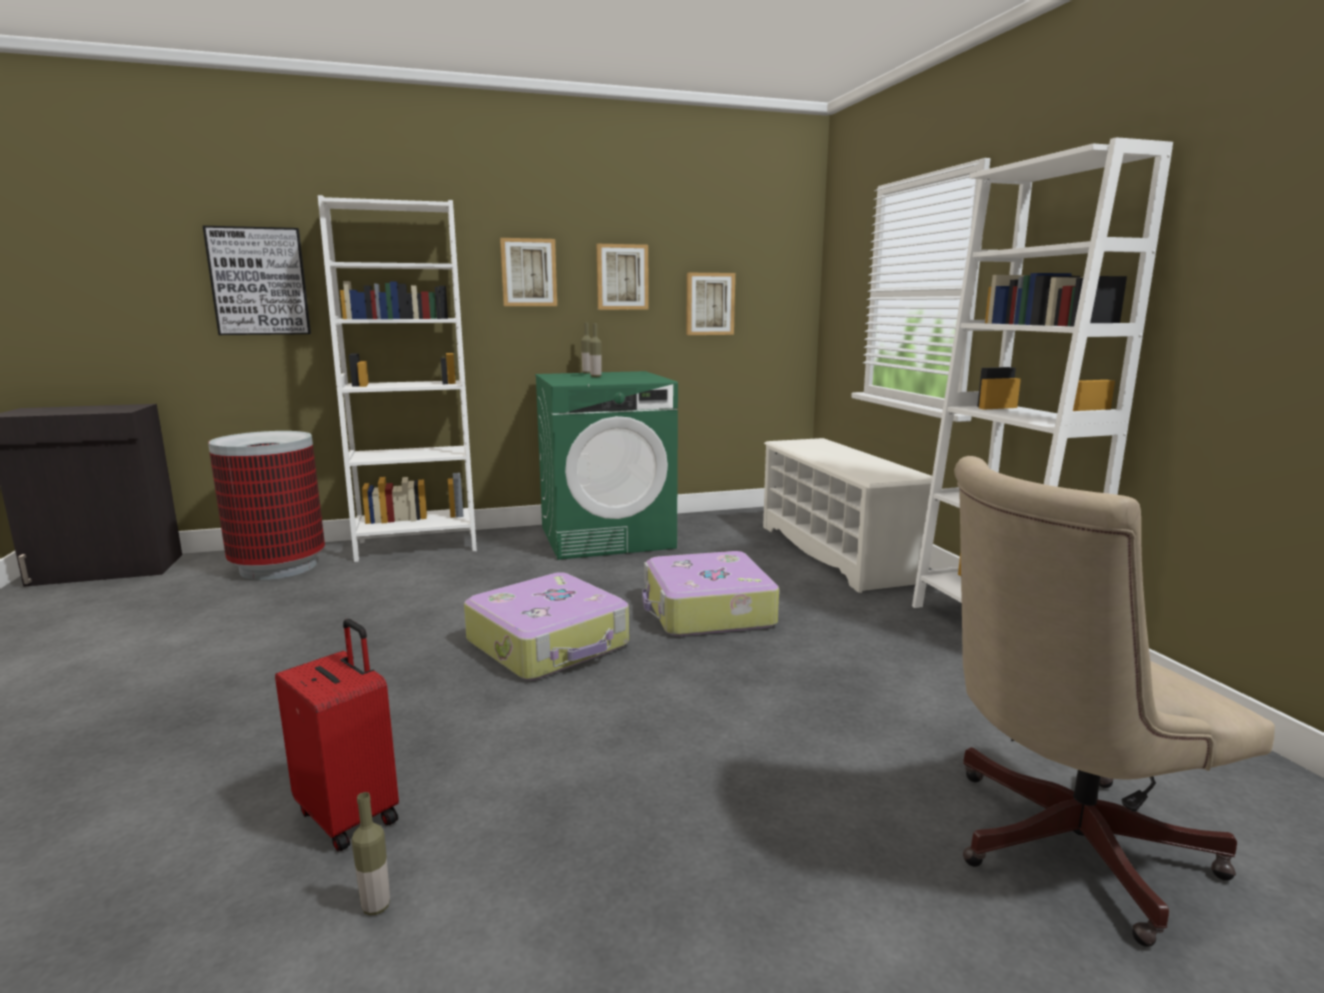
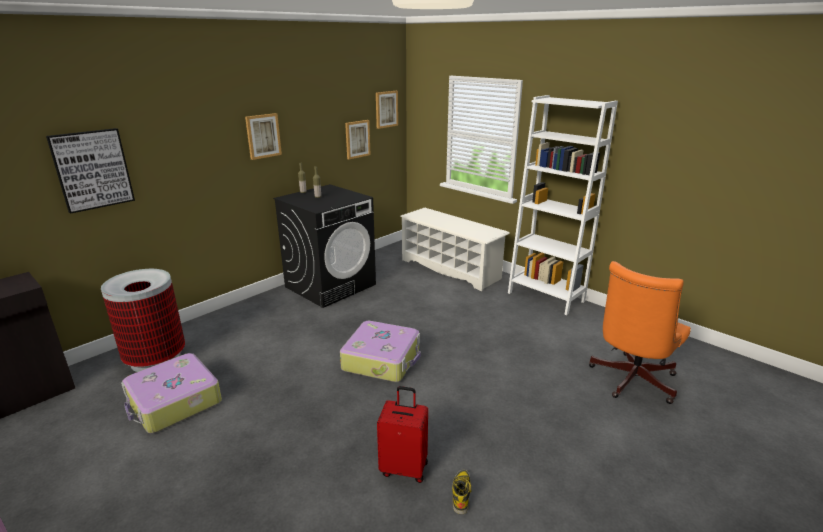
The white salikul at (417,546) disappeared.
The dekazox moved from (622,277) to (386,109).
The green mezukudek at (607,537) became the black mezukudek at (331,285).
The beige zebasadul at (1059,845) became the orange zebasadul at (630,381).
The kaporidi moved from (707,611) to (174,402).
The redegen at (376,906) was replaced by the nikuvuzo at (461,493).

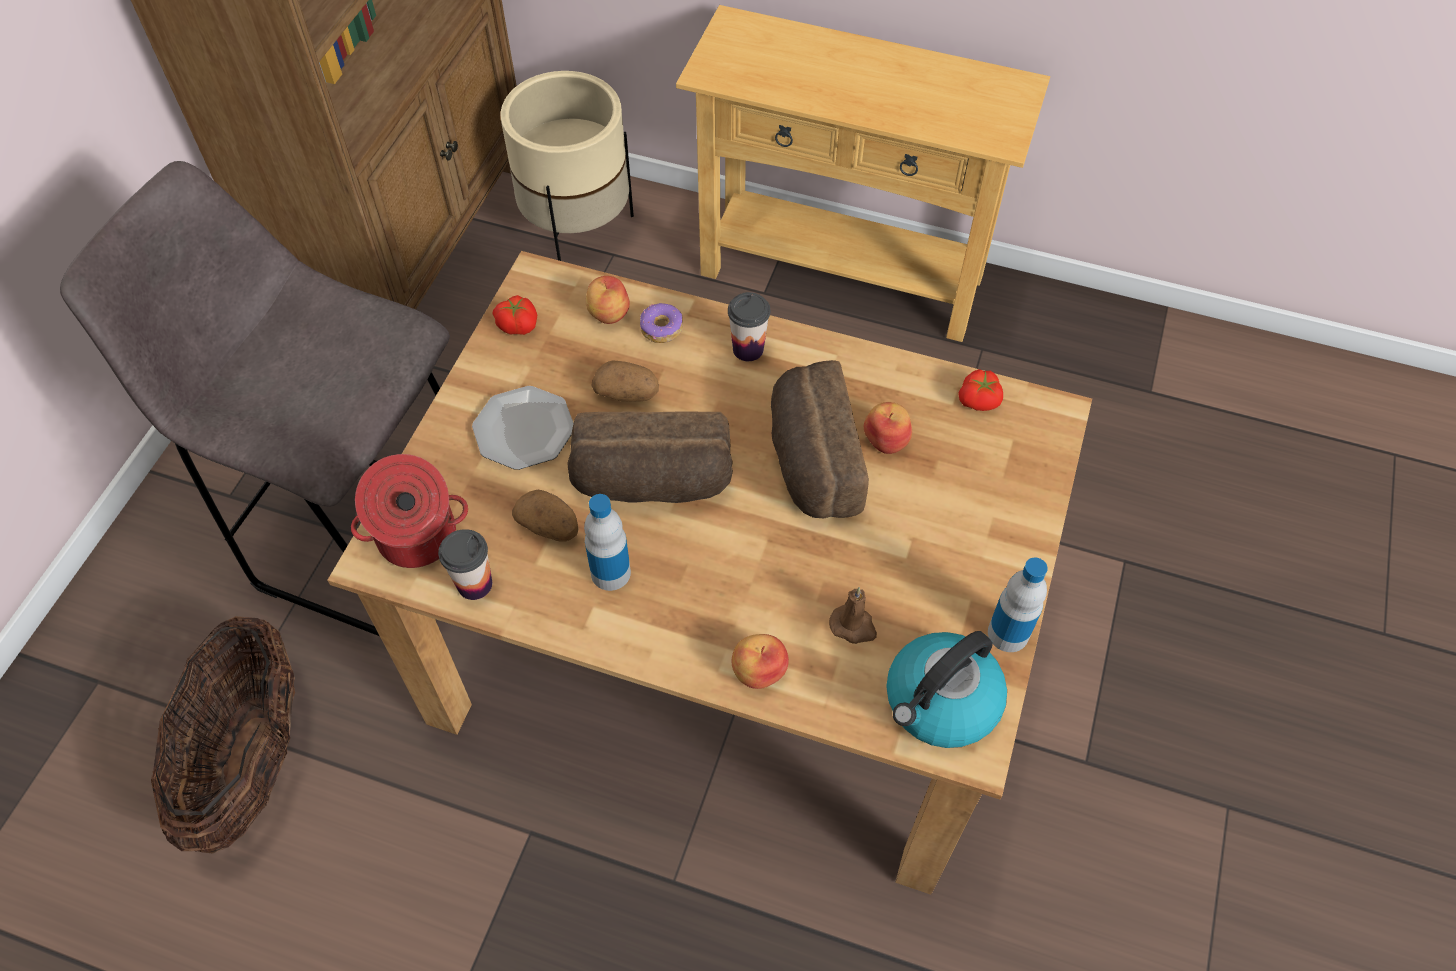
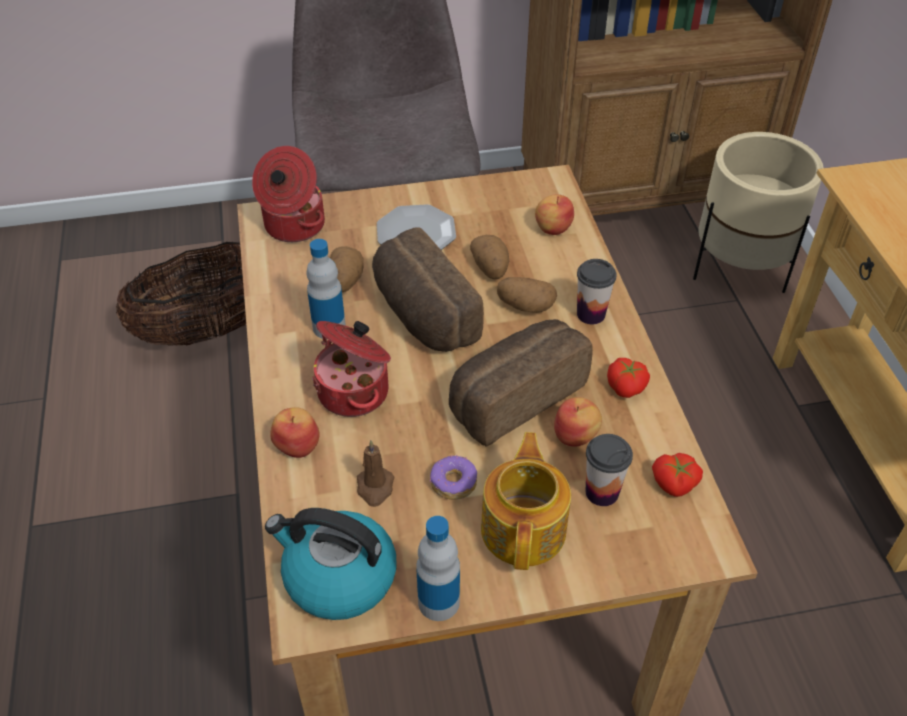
The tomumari moved from (518,324) to (627,386).
The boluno moved from (661,329) to (453,483).
The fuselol moved from (474,584) to (602,492).
The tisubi at (525,306) appeared.
The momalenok at (355,391) appeared.
The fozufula at (524,528) appeared.

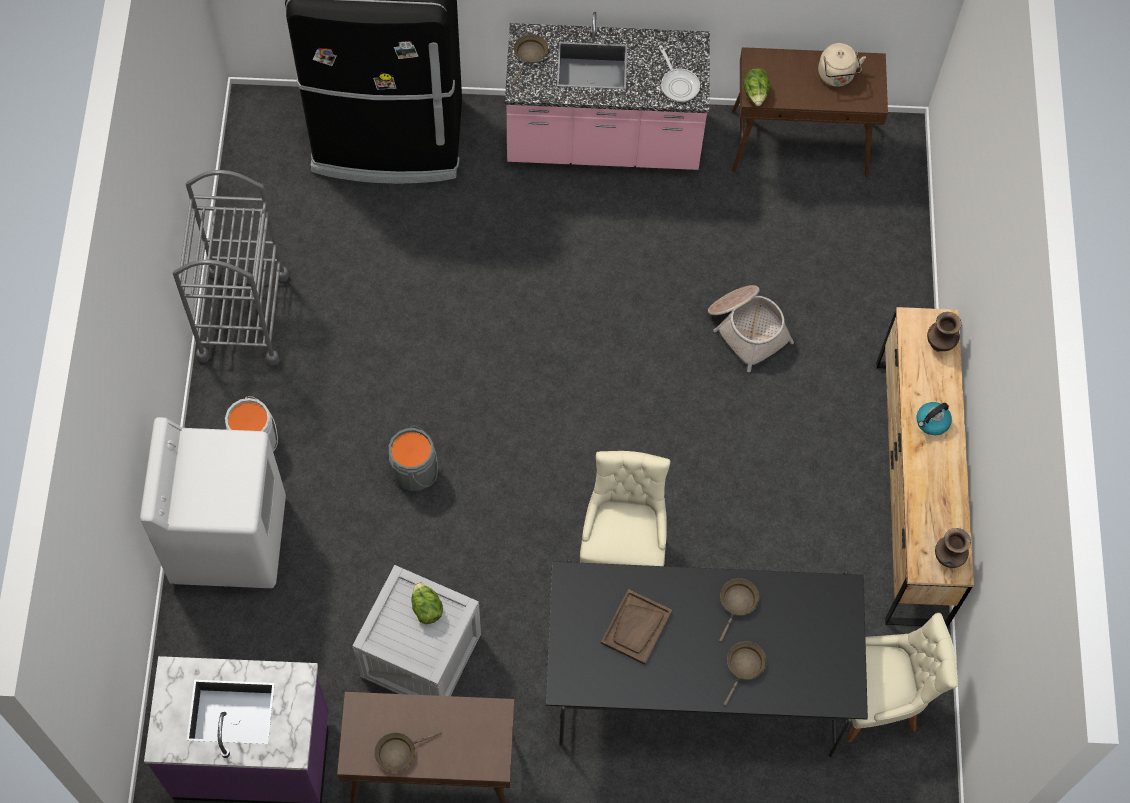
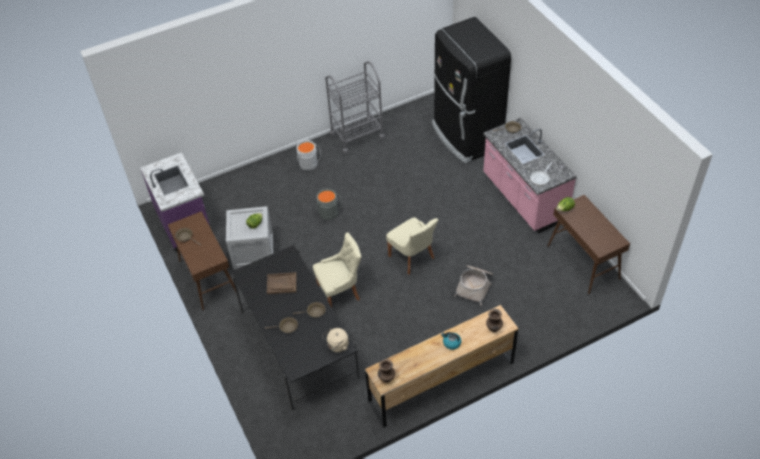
The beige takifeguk moved from (837,76) to (337,346).
The white mezukudek at (229,538) disappeared.
The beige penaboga moved from (878,699) to (412,258).

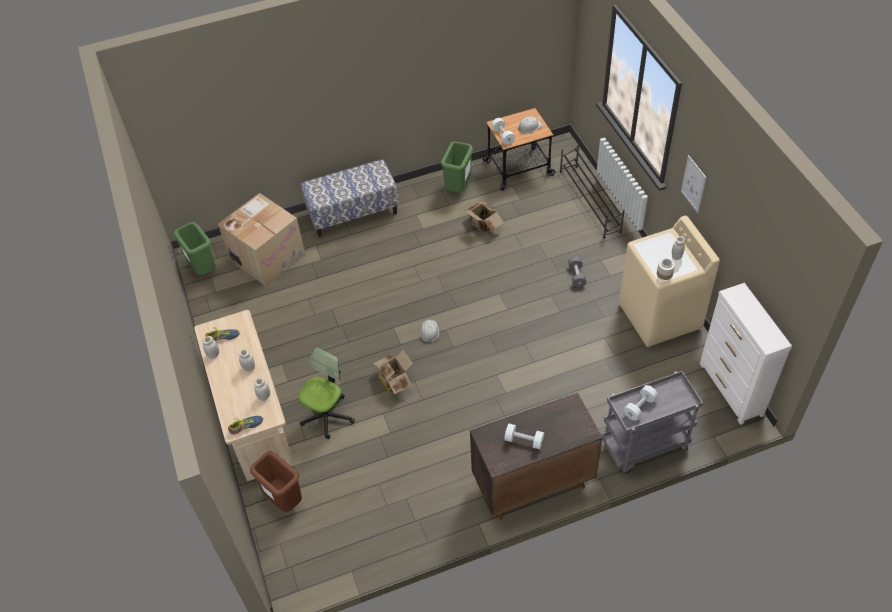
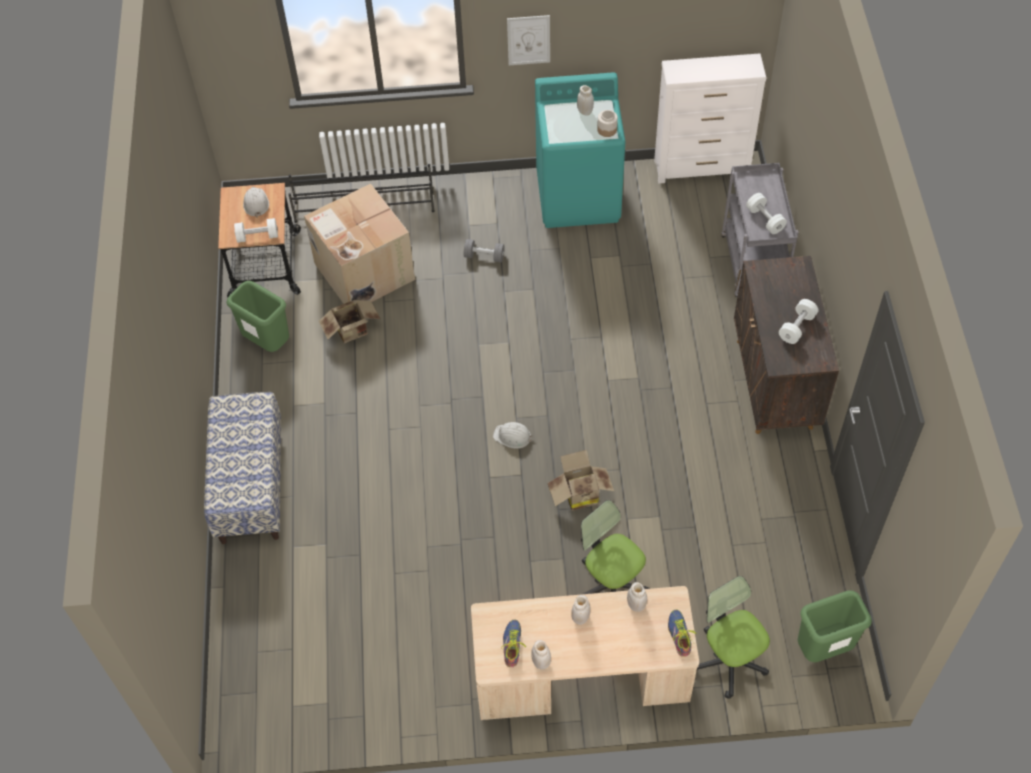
The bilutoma moved from (267,256) to (362,271).
The beige mezukudek at (660,316) became the turquoise mezukudek at (578,196).
The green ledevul moved from (203,269) to (823,648).
The brown ledevul at (285,500) was replaced by the zebasadul at (729,660).

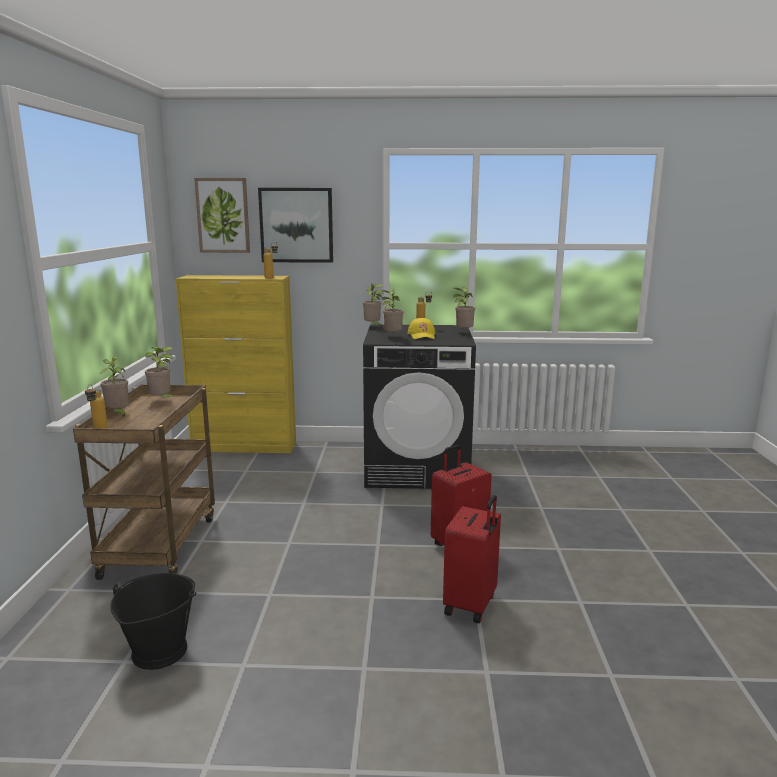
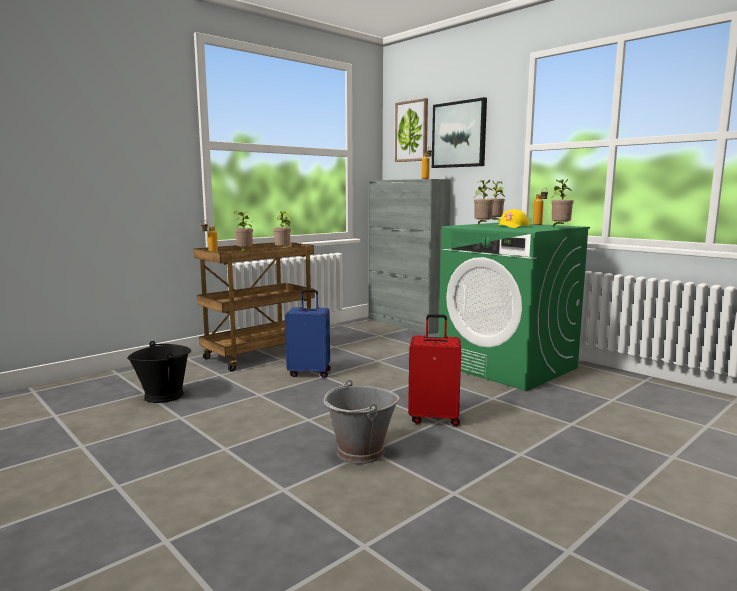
The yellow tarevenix at (245,446) became the grey tarevenix at (406,324).
The black mezukudek at (417,469) became the green mezukudek at (508,366).
The red kaporidi at (471,605) was replaced by the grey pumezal at (360,452).
The blue kaporidi at (310,373) appeared.

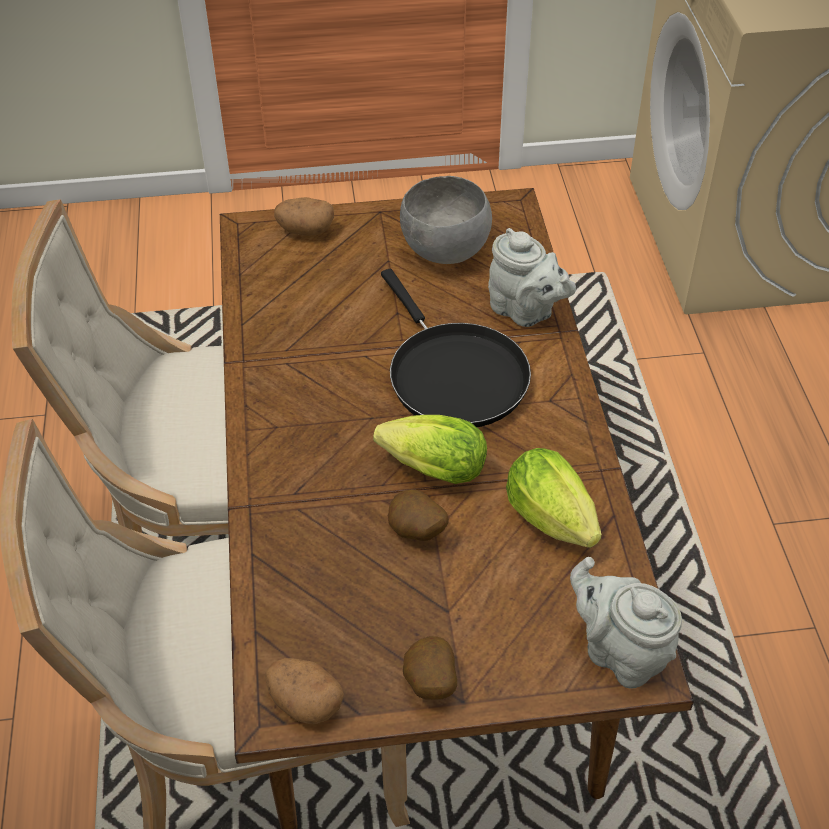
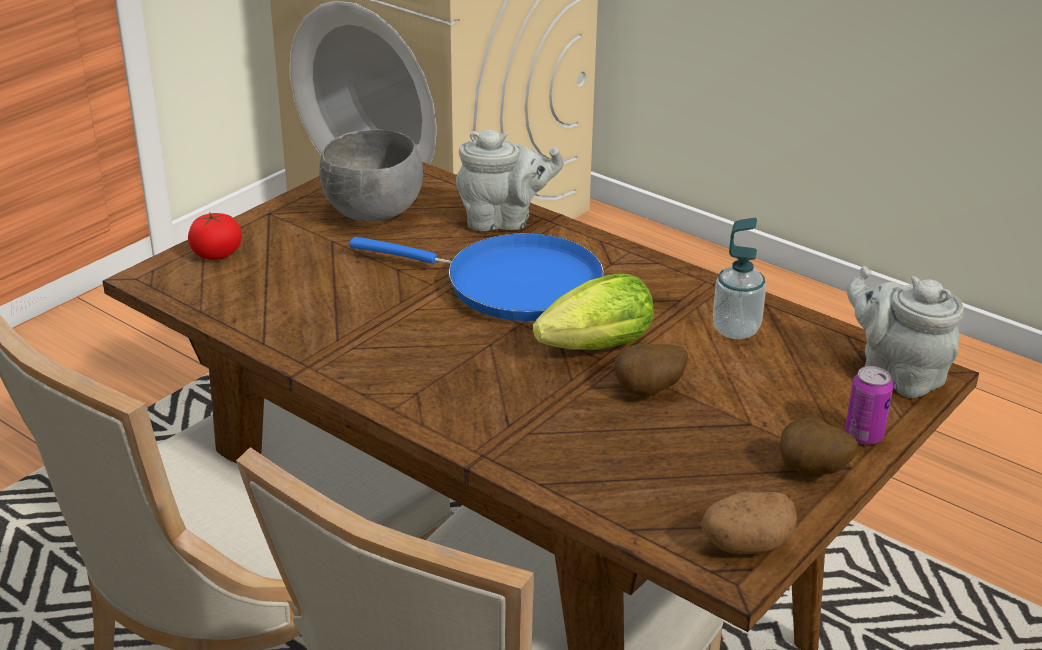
The tisubi at (305,230) was replaced by the tomumari at (217,254).
The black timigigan at (453,375) became the blue timigigan at (512,285).
The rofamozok at (555,523) was replaced by the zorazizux at (736,330).
The grey fozufula at (620,653) turned 45 degrees clockwise.
The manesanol at (863,435) appeared.

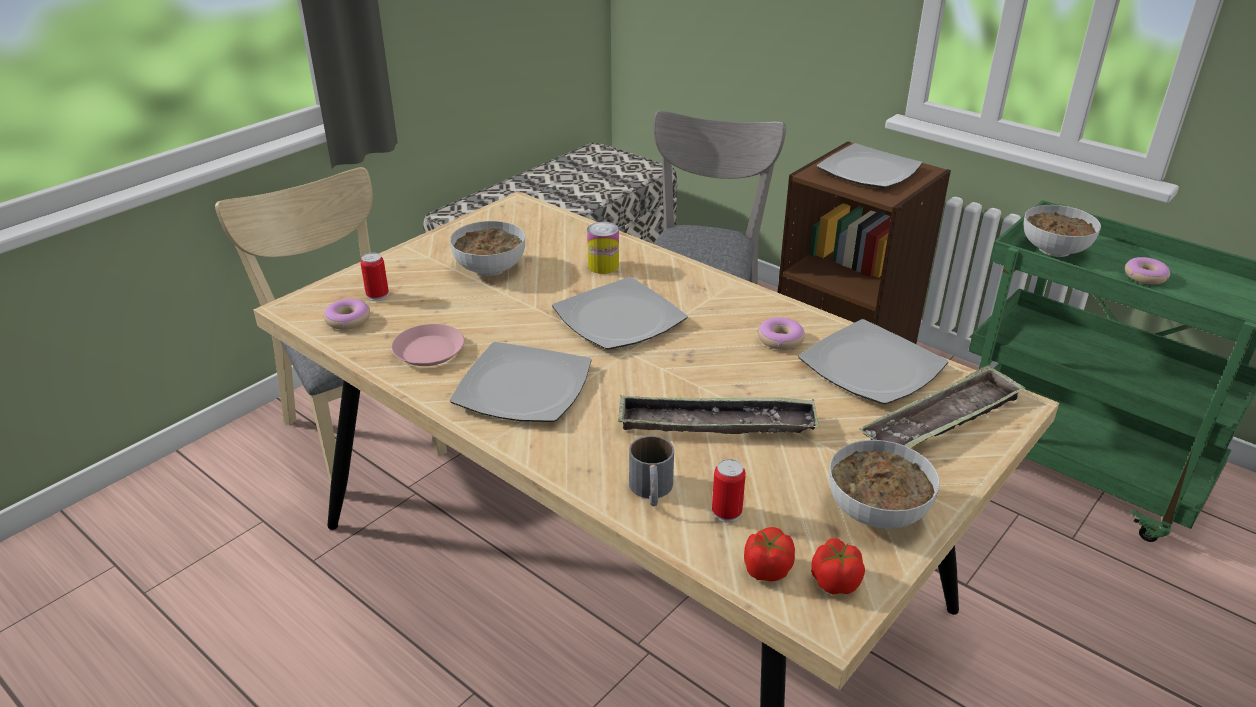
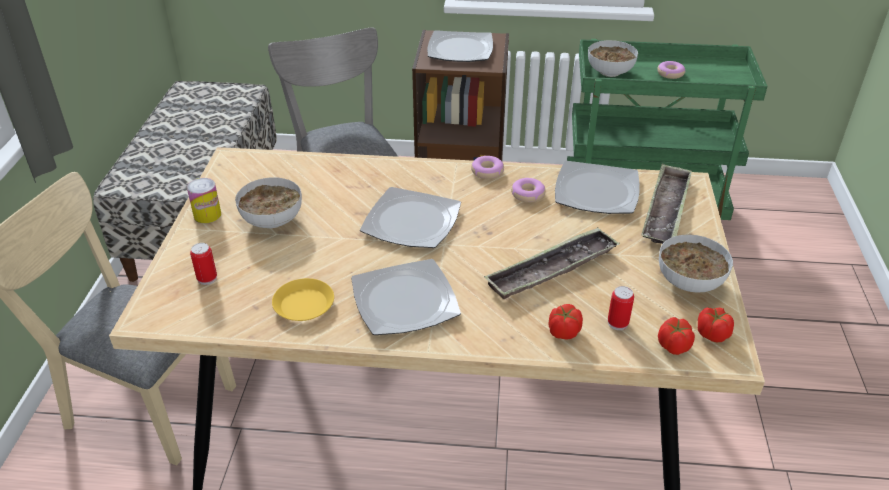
The manesanol moved from (603,266) to (207,215).
The boluno moved from (348,320) to (487,171).
The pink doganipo at (428,351) became the yellow doganipo at (303,305).
The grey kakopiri at (651,491) was replaced by the tomumari at (563,332).

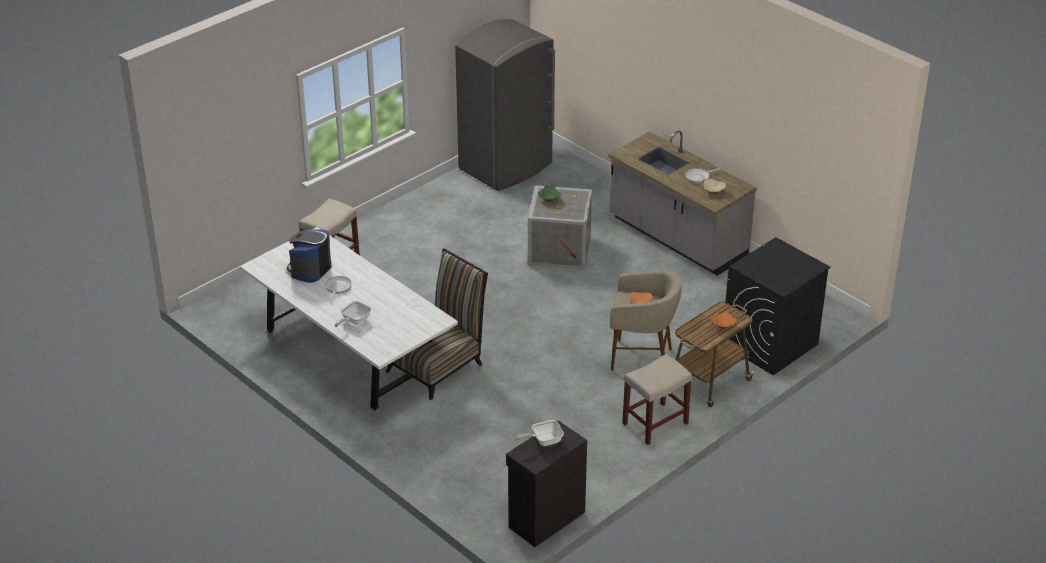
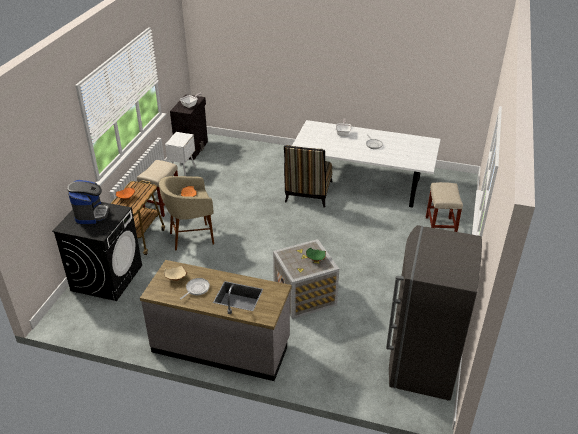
The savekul moved from (310,269) to (91,214).
The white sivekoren at (184,171) appeared.

